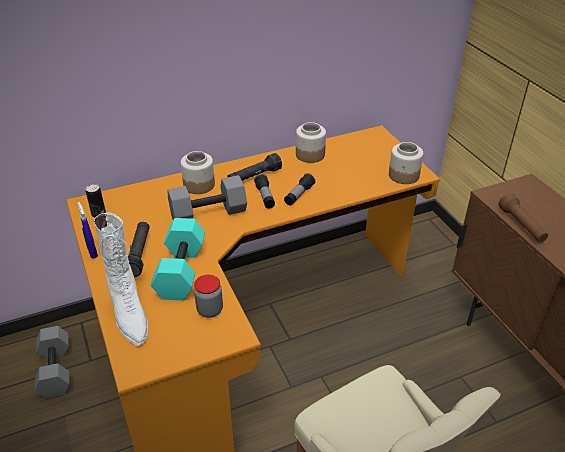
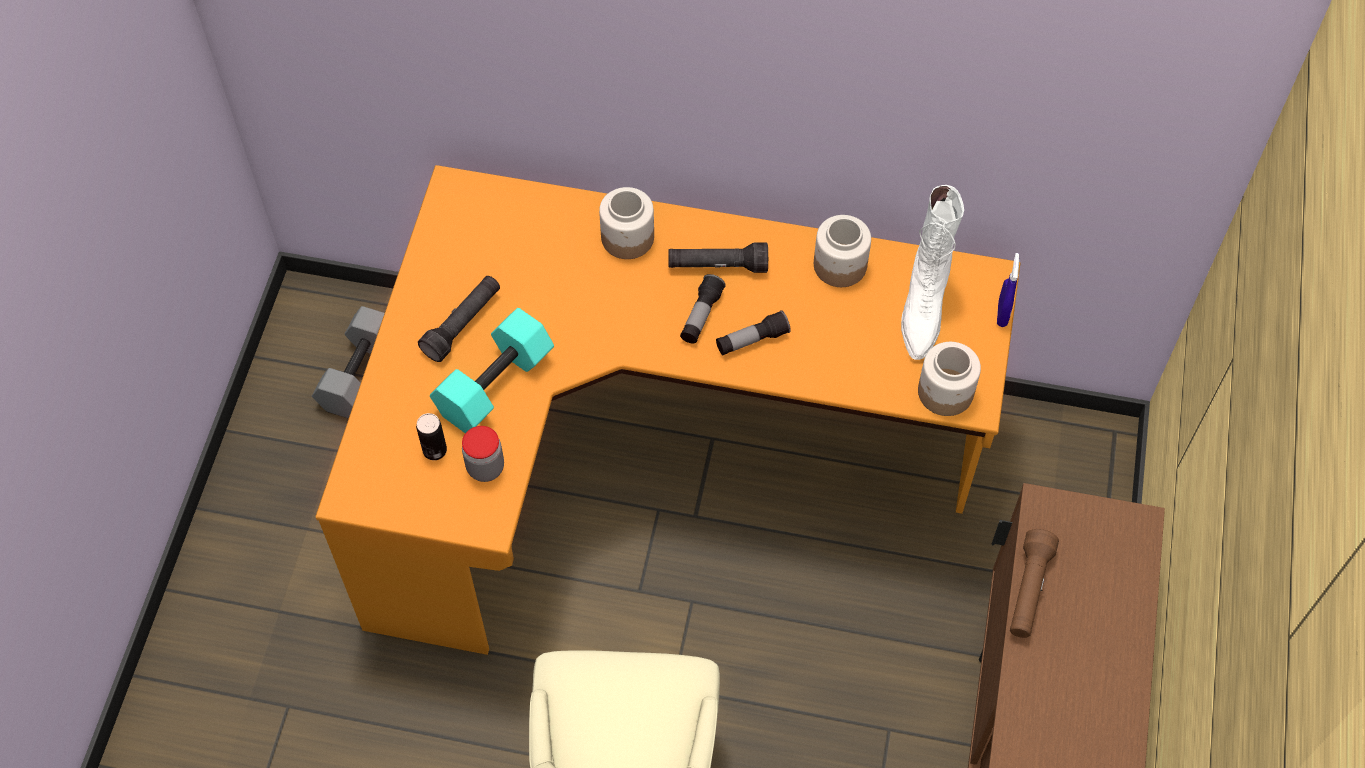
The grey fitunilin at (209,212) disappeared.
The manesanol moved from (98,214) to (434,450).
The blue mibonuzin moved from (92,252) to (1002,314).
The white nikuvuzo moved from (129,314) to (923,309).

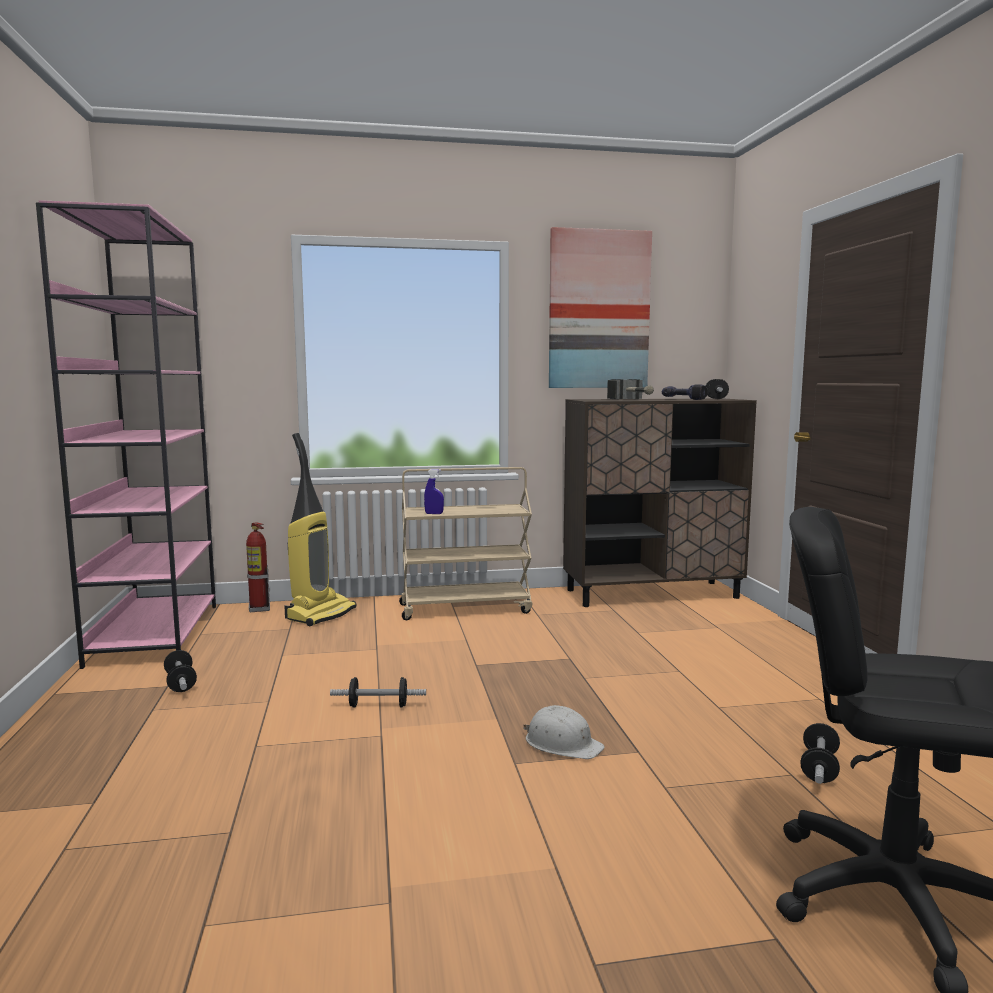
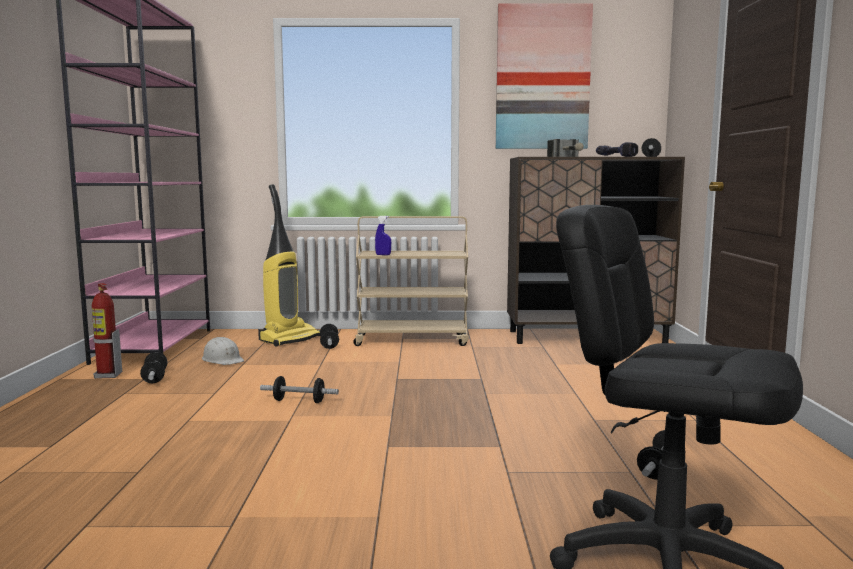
The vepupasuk moved from (259,609) to (108,375).
The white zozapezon moved from (562,743) to (223,360).
The fitunilin at (329,344) appeared.

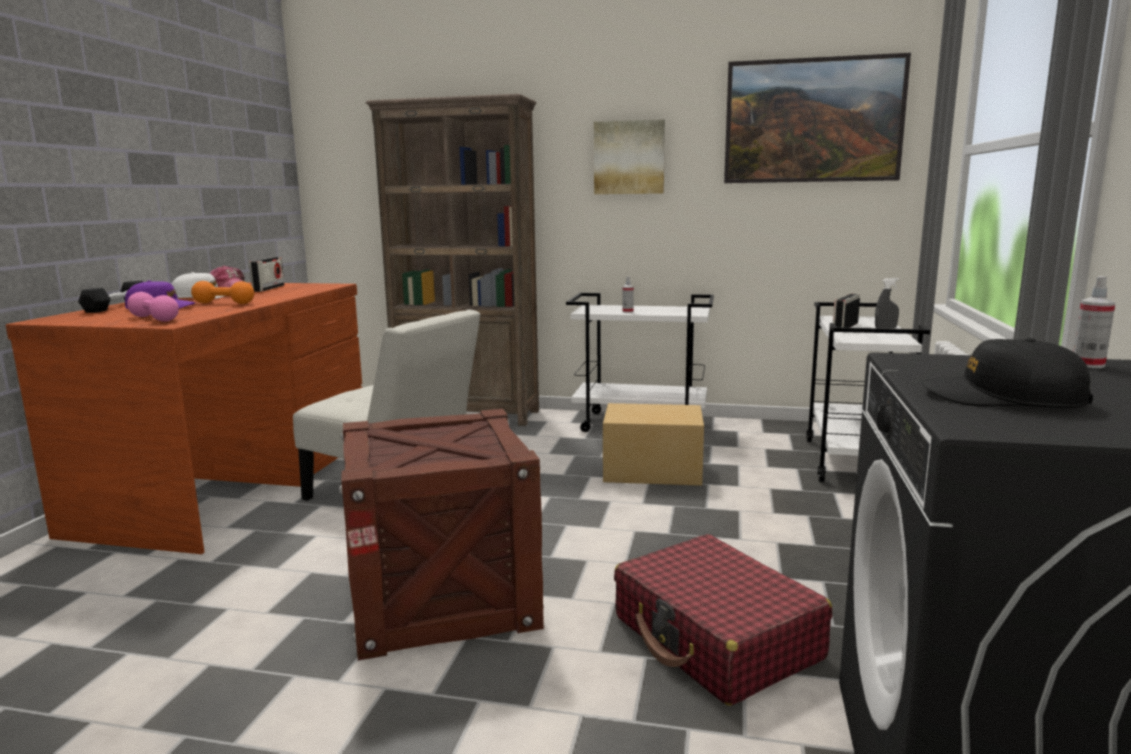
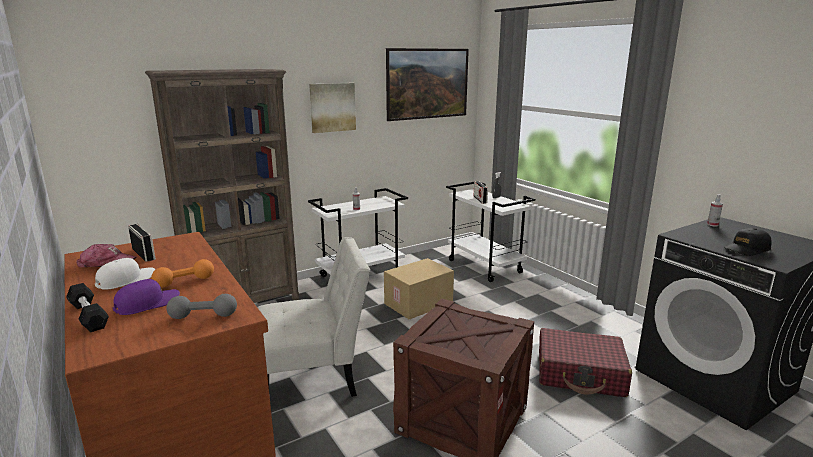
The pink fitunilin at (154,319) became the grey fitunilin at (203,316).

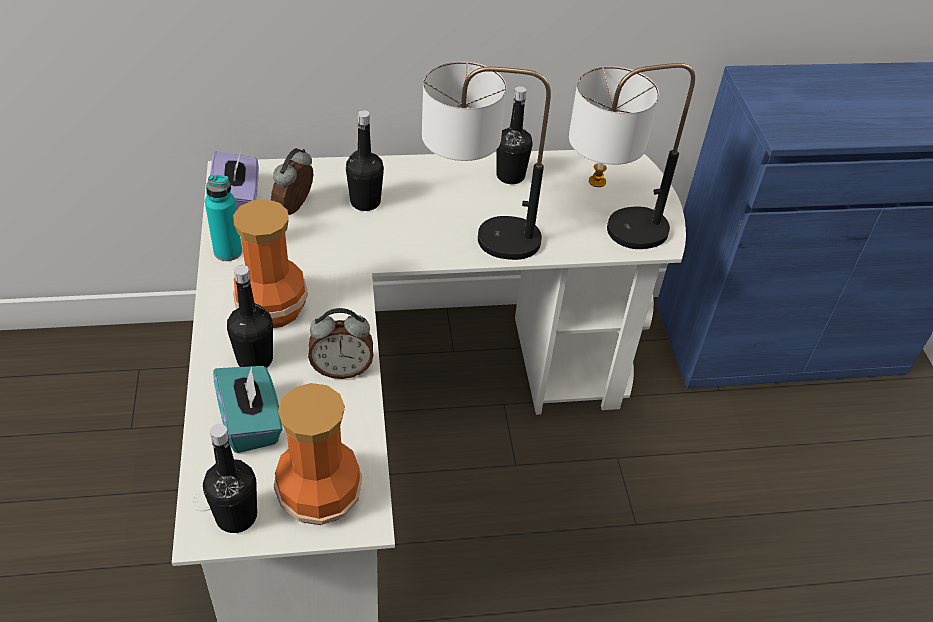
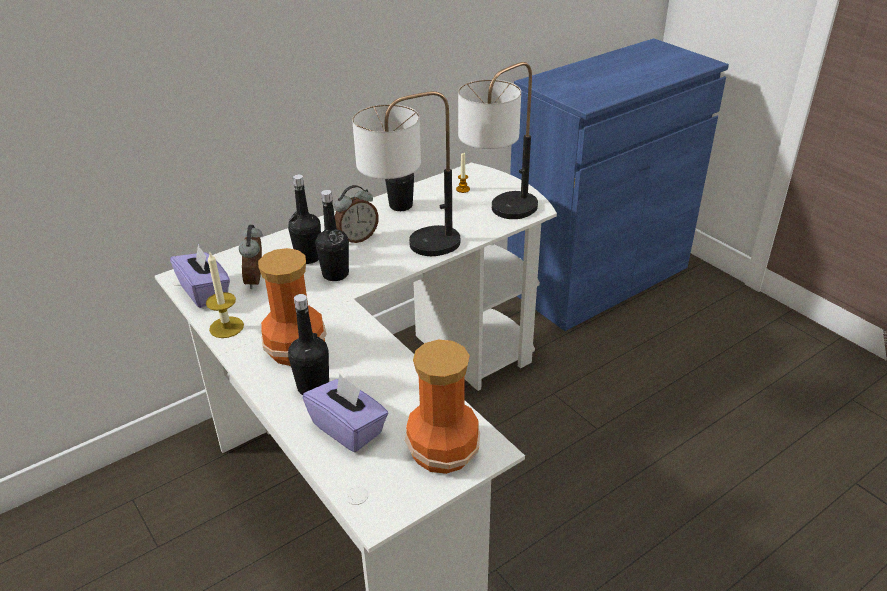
The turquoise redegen at (228,251) was replaced by the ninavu at (226,327).
The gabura moved from (342,369) to (357,238).
The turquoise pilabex at (251,423) became the purple pilabex at (348,428).
The black redegen moved from (236,516) to (335,274).

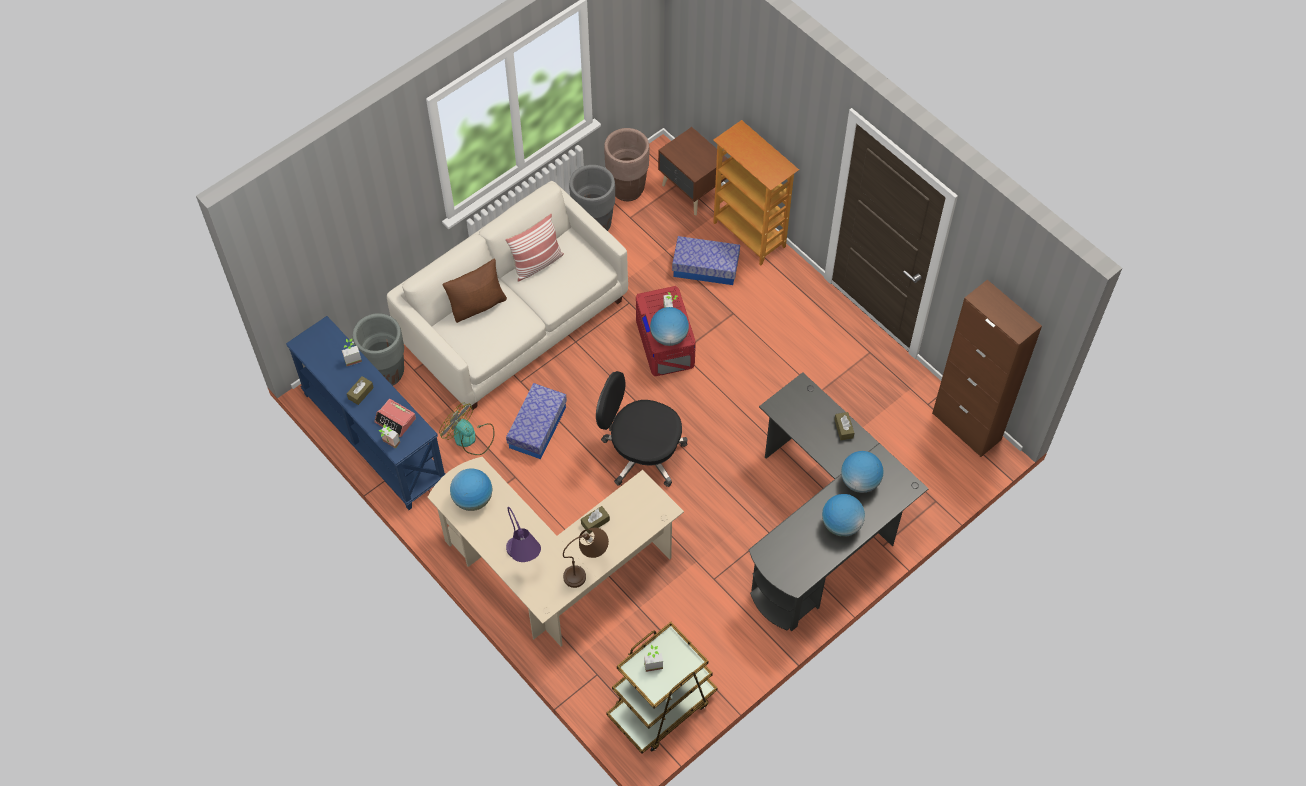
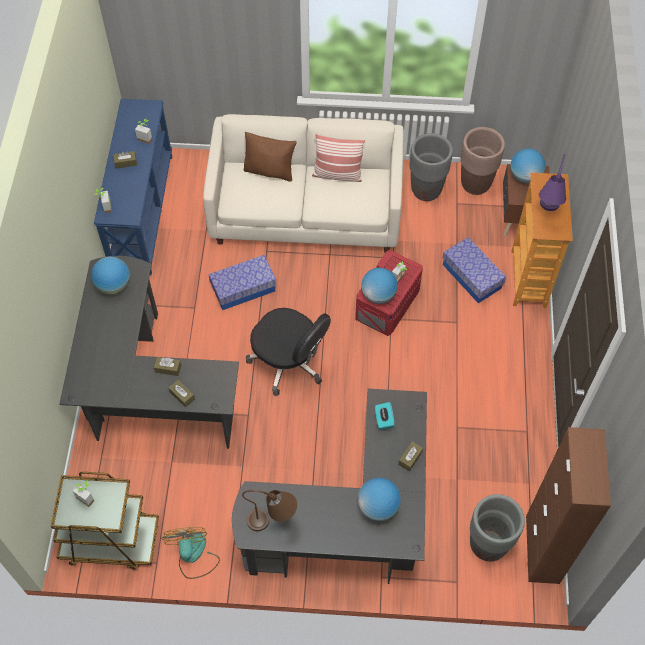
The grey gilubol moved from (386,373) to (487,545).
The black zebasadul at (641,453) turned 150 degrees clockwise.
The gabura at (395,420) disappeared.
The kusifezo moved from (470,438) to (193,556).
The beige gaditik at (552,573) became the black gaditik at (145,389).
The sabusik moved from (841,524) to (525,176).
The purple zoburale moved from (523,561) to (546,213).
The brown zoburale moved from (587,568) to (273,522).
The brown pilabex at (182,395) appeared.
The turquoise pilabex at (383,420) appeared.

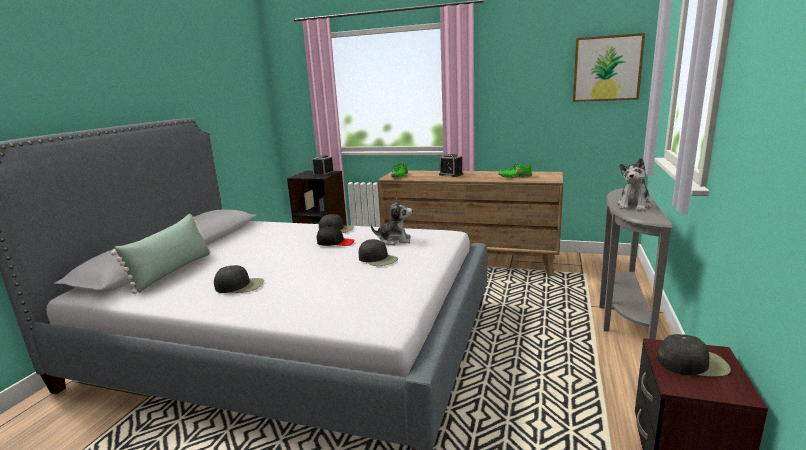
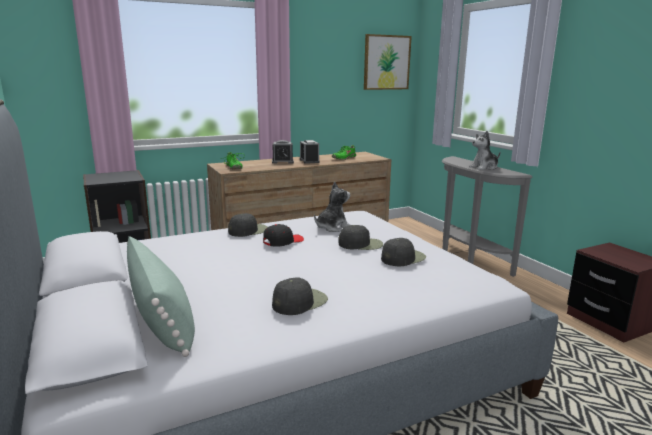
The gabura moved from (323,174) to (309,161).
The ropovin at (634,206) turned 75 degrees clockwise.
The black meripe moved from (692,363) to (402,258).

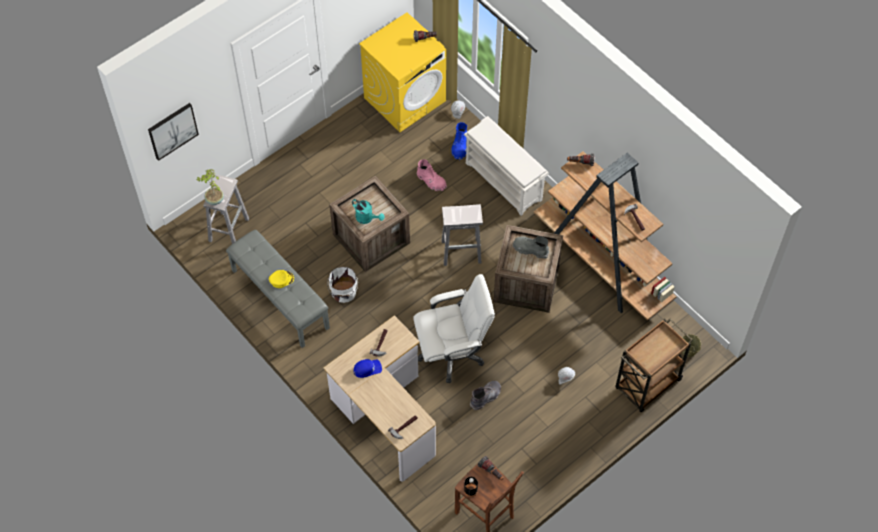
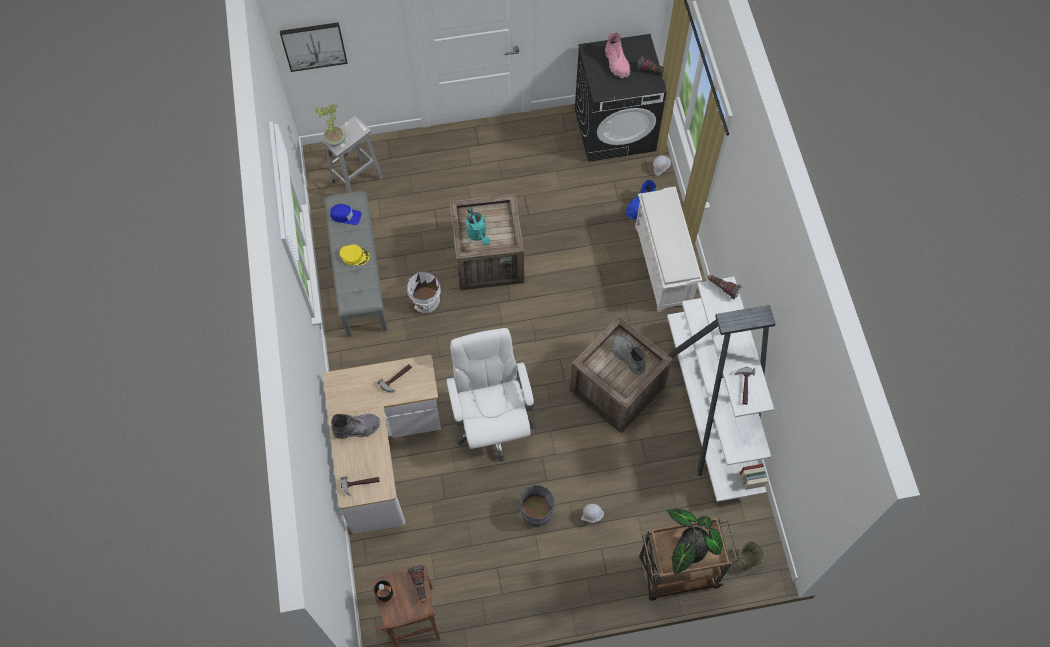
The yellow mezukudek at (405,99) became the black mezukudek at (615,129).
The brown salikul at (602,265) became the white salikul at (711,411).
The pink nikuvuzo moved from (431,181) to (617,63).
The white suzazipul at (462,251) disappeared.
The white zebasadul at (452,352) turned 120 degrees counterclockwise.
The blue meripe moved from (367,369) to (345,216).
The grey nikuvuzo moved from (485,397) to (357,428).
The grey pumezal at (537,510) appeared.
The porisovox at (688,550) appeared.

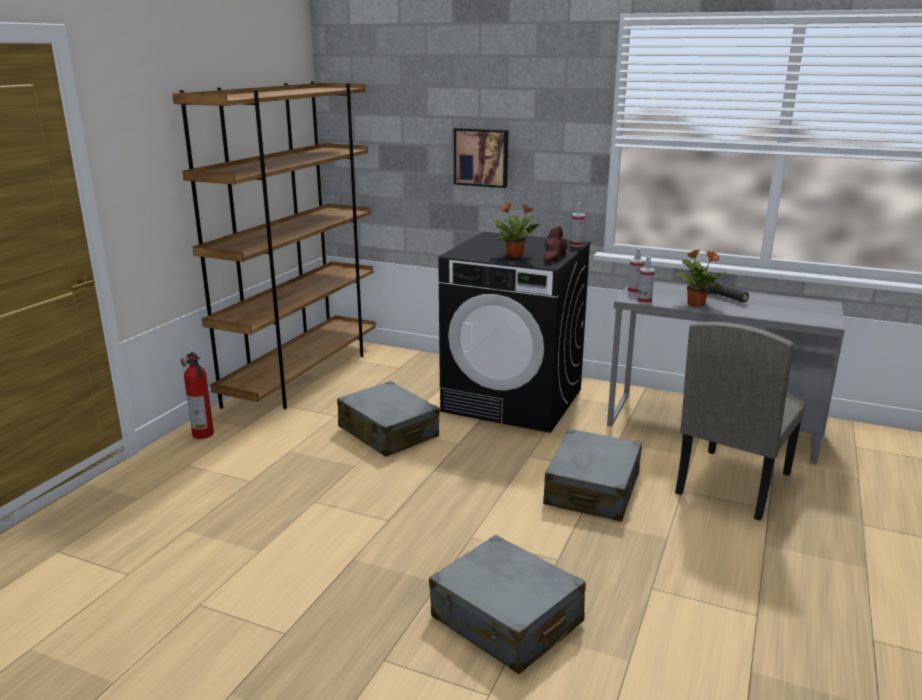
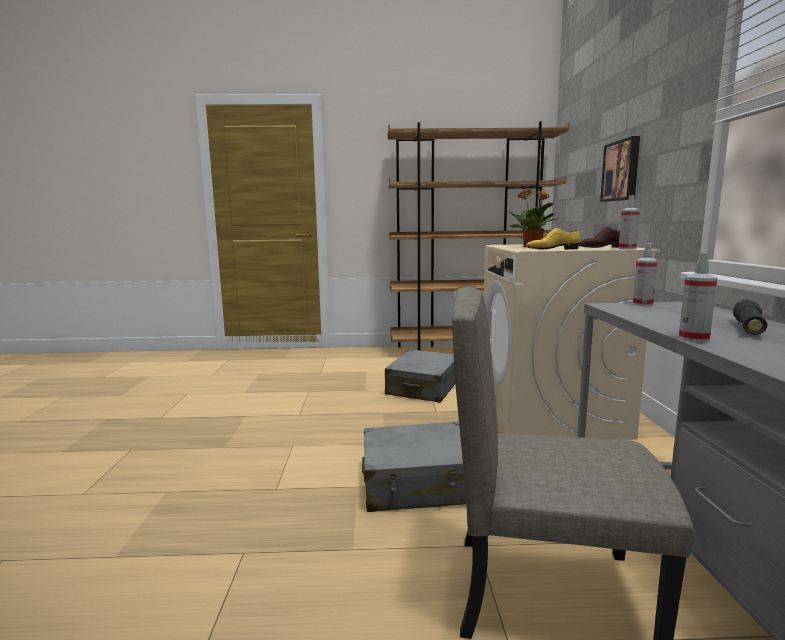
The black mezukudek at (513,400) became the beige mezukudek at (550,415).
The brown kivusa at (554,259) became the yellow kivusa at (552,249).
The porisovox at (695,304) disappeared.
The mibonuzin moved from (644,301) to (694,339).
The vepupasuk at (203,434) disappeared.
The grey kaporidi at (506,620) disappeared.

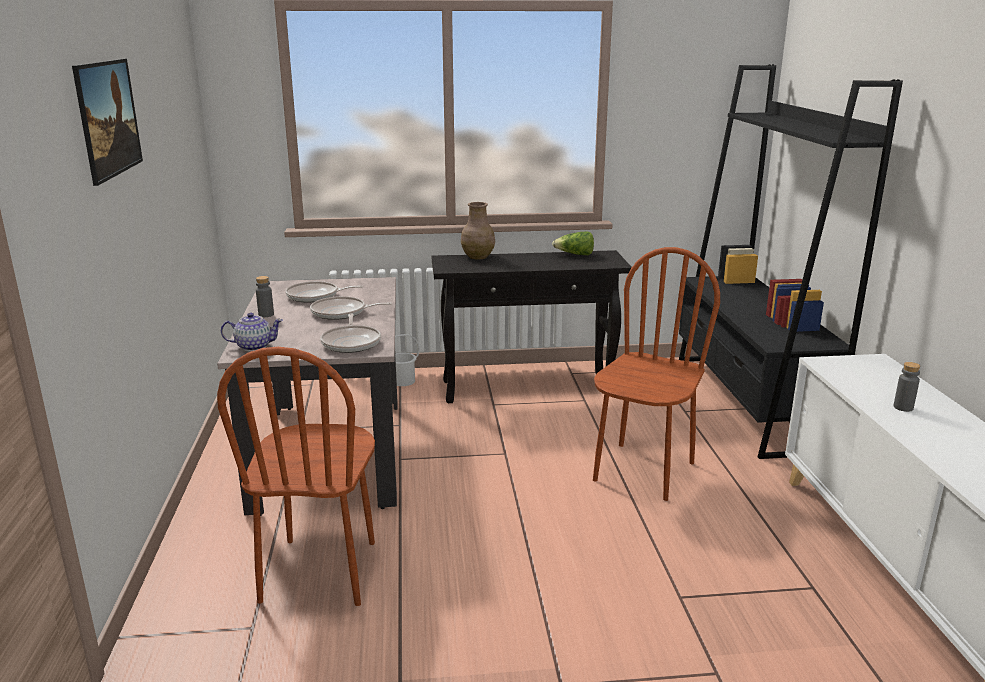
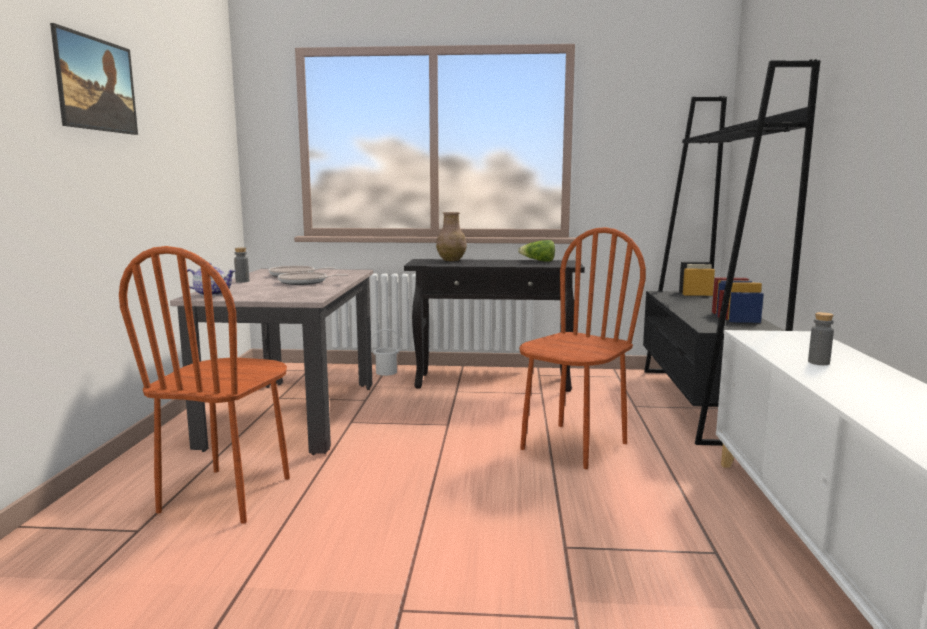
The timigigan at (351,342) disappeared.

